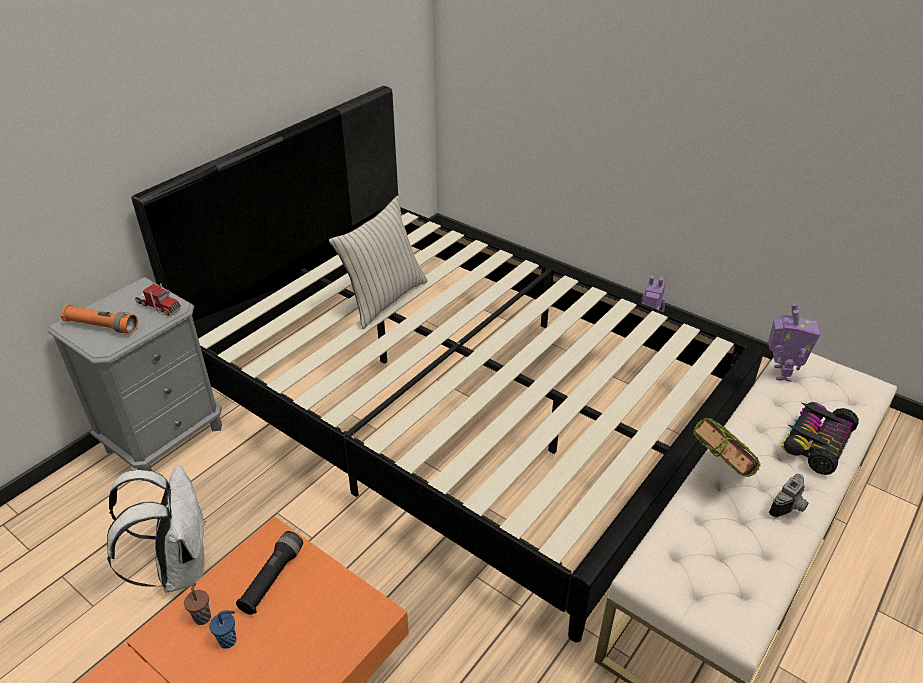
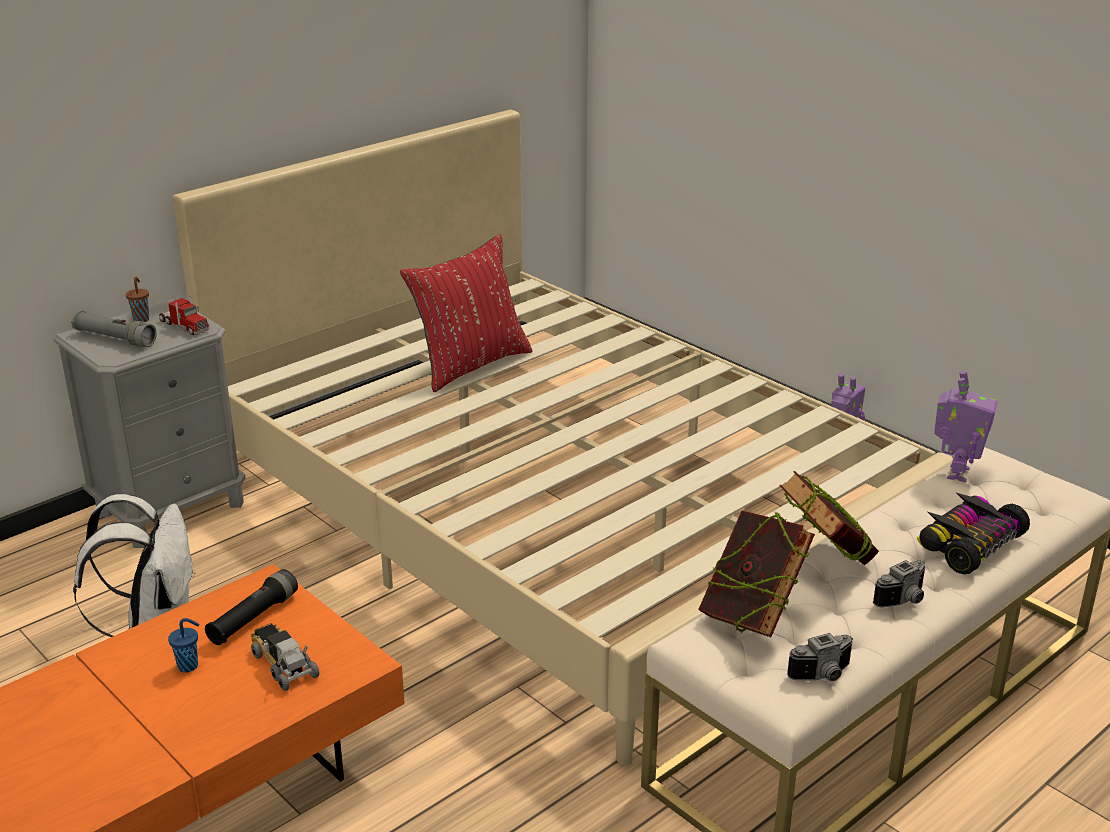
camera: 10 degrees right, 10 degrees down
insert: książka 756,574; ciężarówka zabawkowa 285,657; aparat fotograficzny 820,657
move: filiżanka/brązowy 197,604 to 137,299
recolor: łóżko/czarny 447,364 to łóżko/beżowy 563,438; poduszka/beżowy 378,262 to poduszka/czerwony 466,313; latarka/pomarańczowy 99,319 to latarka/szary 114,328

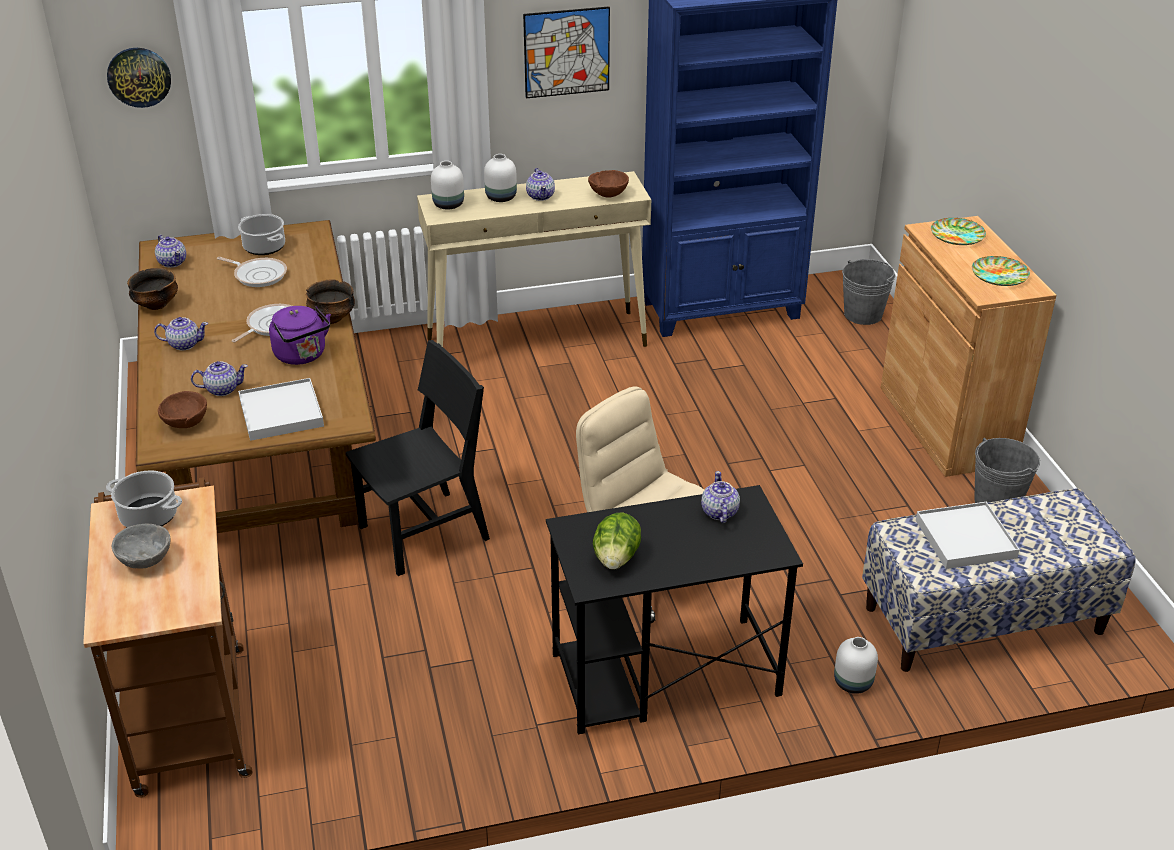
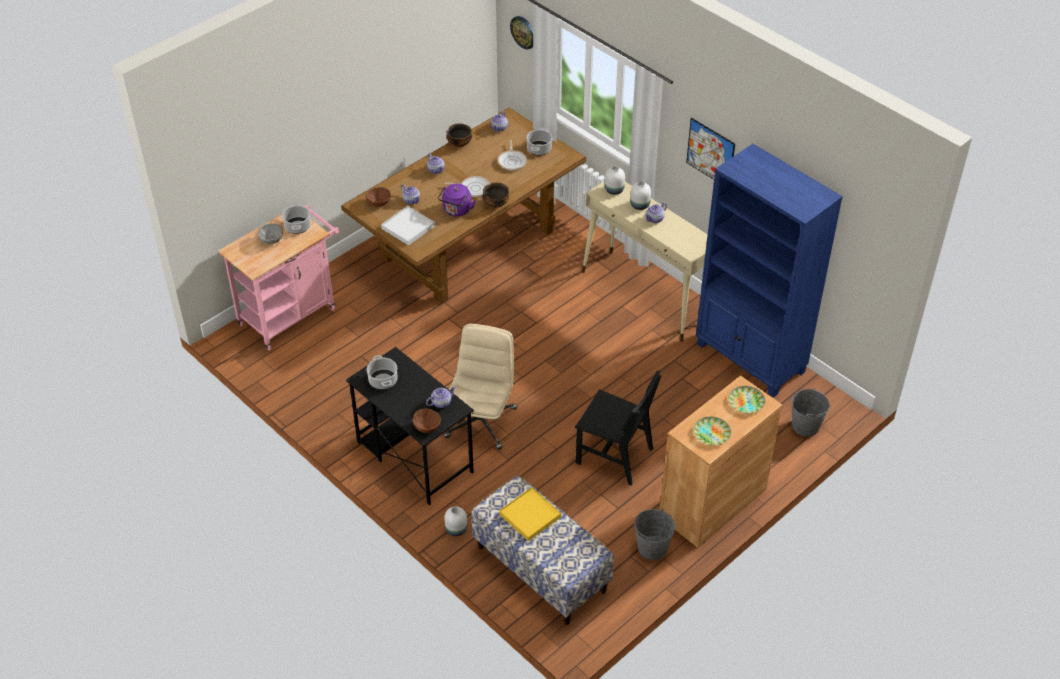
camera: 60 degrees right, 10 degrees up
move: miska/brązowy 608,184 to 426,421; krzesło/czarny 418,458 to 618,428
replace: sałata 616,541 to garnek 382,372
recolor: wózek/brązowy 167,637 to wózek/różowy 278,277; taca/biały 968,535 to taca/żółty 530,514

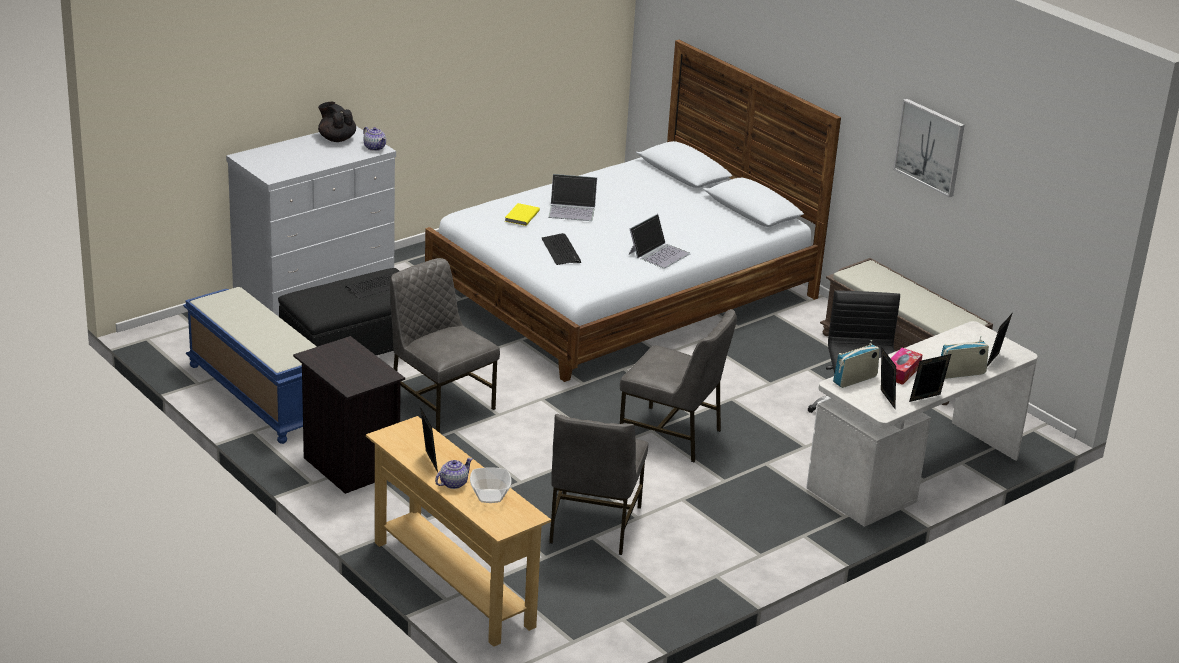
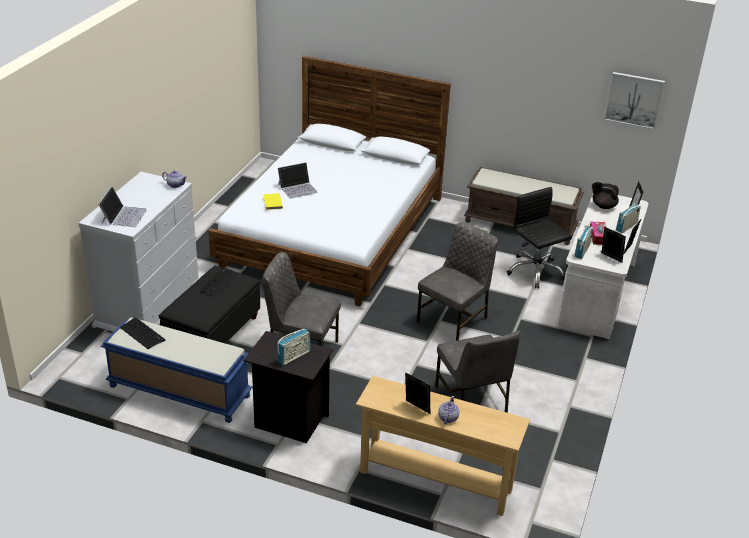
camera: 30 degrees left, 5 degrees up
delete: miska 491,485
insert: radio 294,347
move: obraz 929,148 to 634,101; imbryk/czarny 337,122 to 605,195; laptop 659,241 to 122,206; klawiatura 561,249 to 143,333
rotate: krzesło/szary 678,385 = 457,281 45 degrees counterclockwise

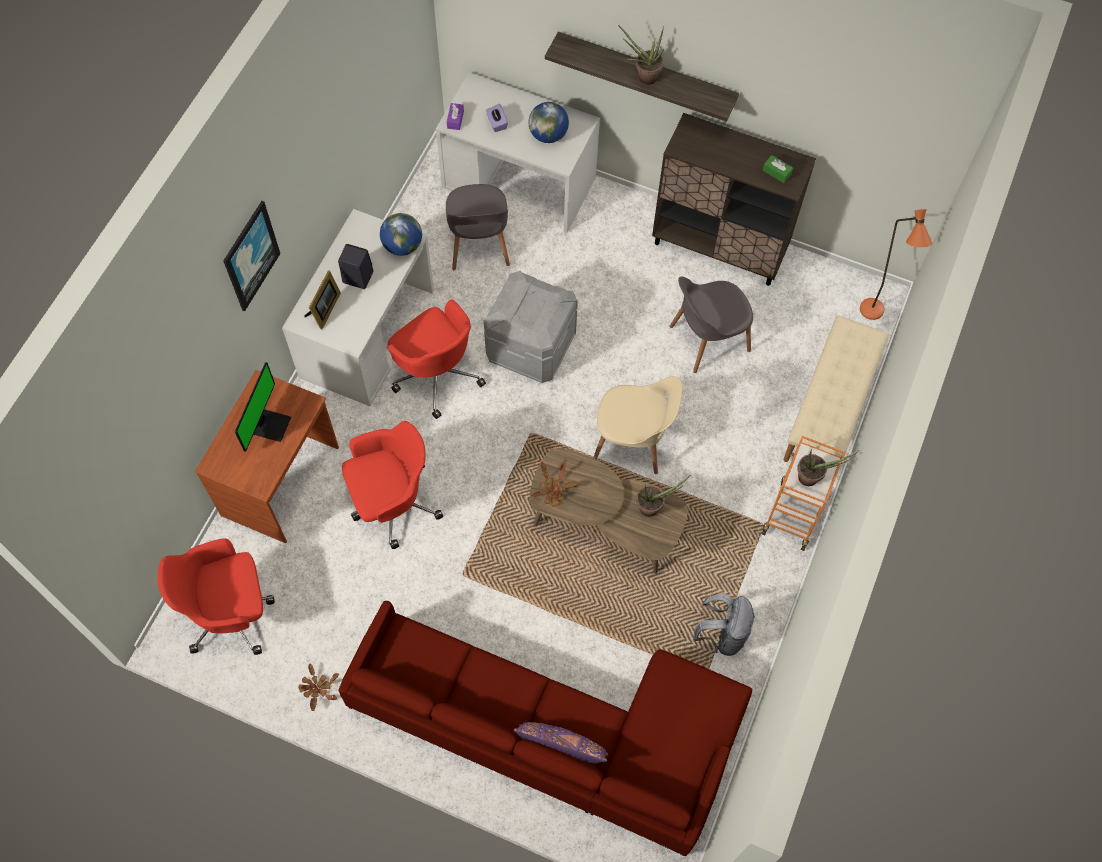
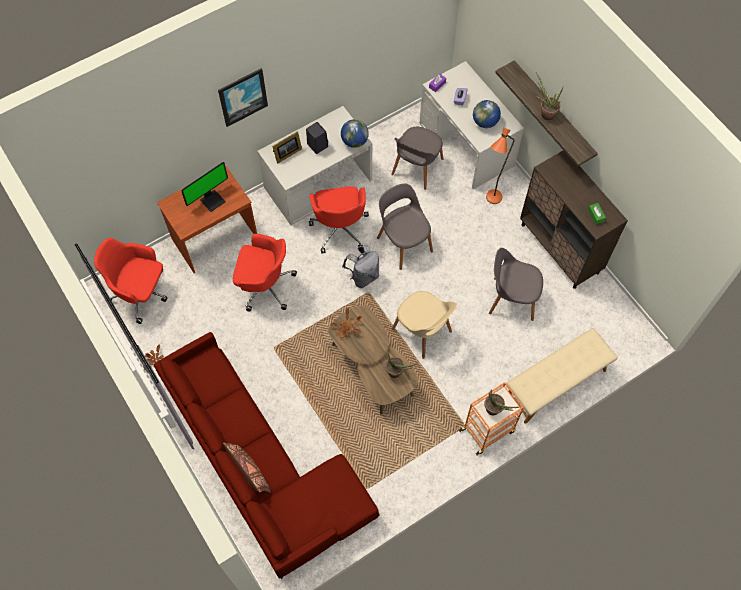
camera: 35 degrees right, 0 degrees up
move: lampa stojąca/pomarańczowy 896,264 to 500,166; plecak/szary 724,625 to 360,266
replace: pojemnik do przechowywania/szary 531,326 to krzesło/szary 405,226
recolor: poduszka/fioletowy 561,742 to poduszka/brązowy 246,467

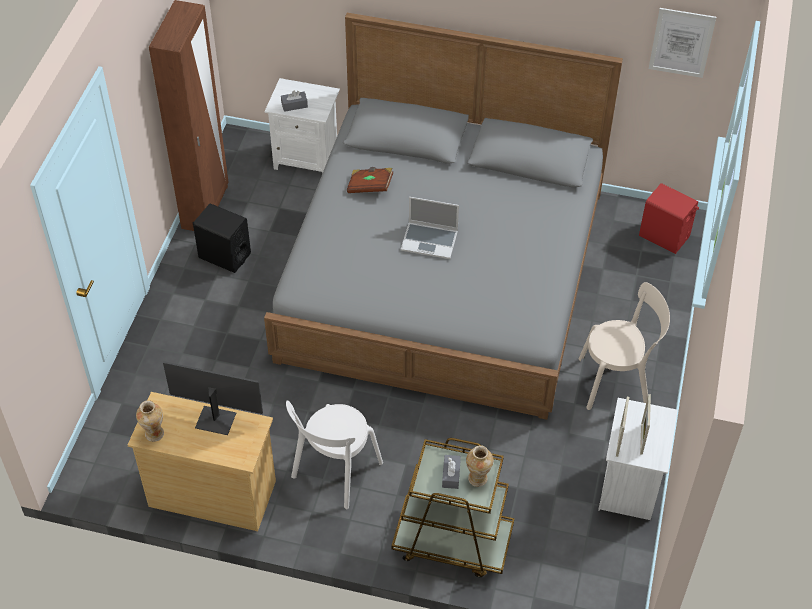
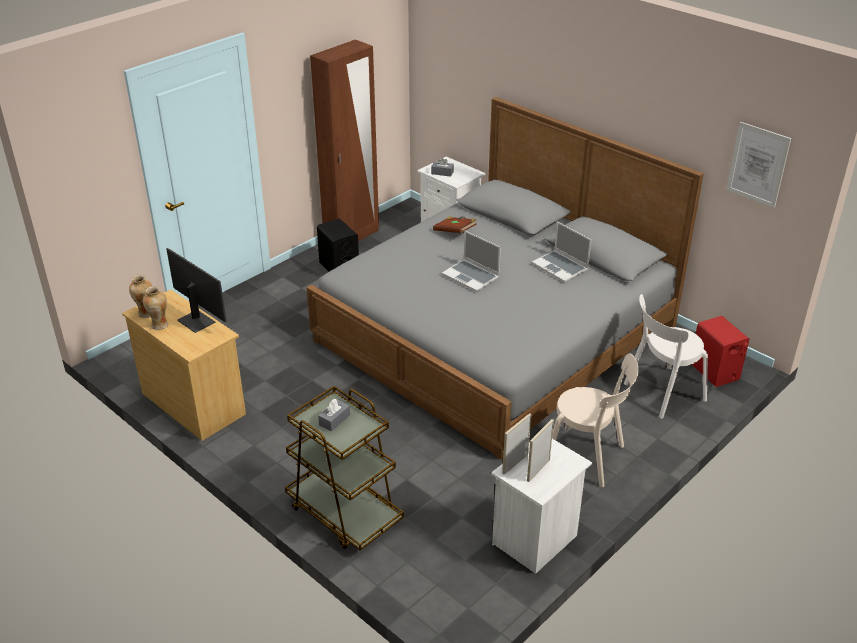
camera: 30 degrees right, 15 degrees down
insert: laptop 562,252
move: krzesło/biały 334,454 to 666,356; wazon 479,466 to 155,308

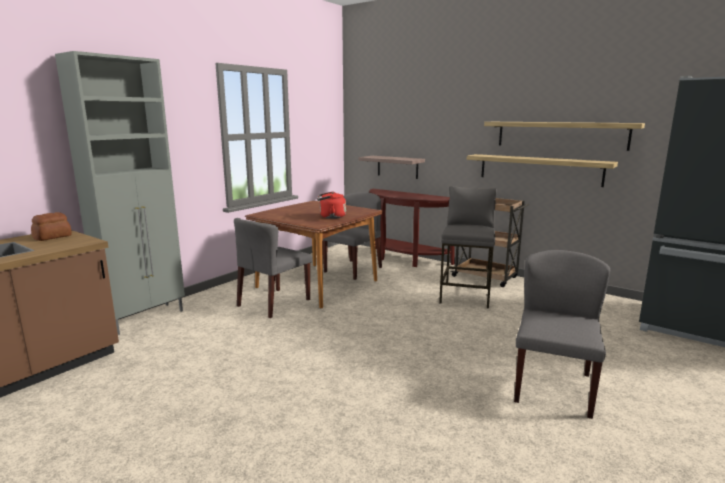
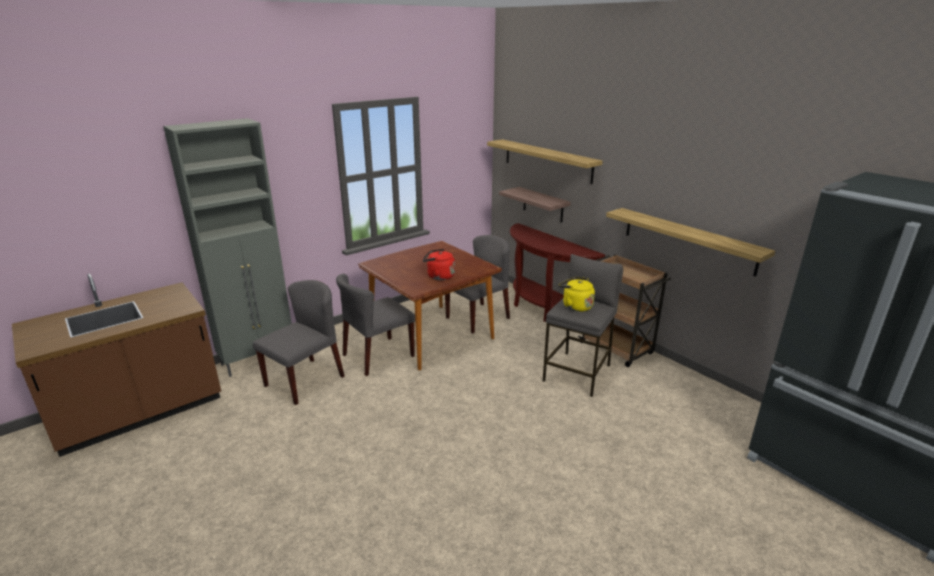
camera: 15 degrees right, 10 degrees up
delete: chleb 51,226
insert: czajnik/żółty 577,294
move: półka 564,136 to 545,161; krzesło/szary 562,334 to 299,342

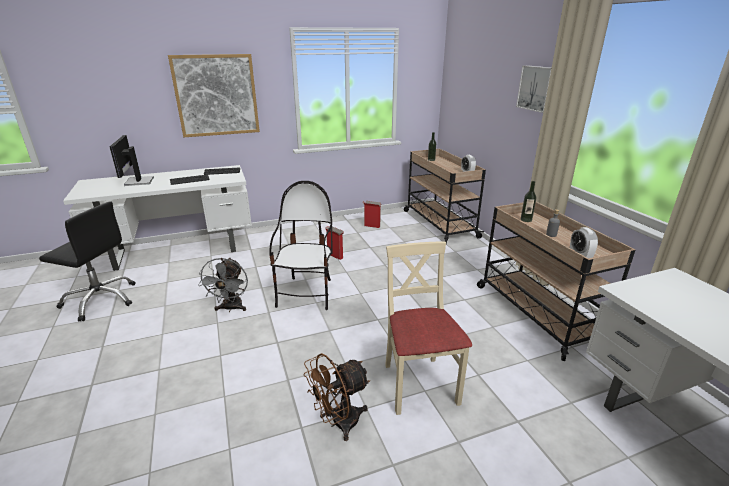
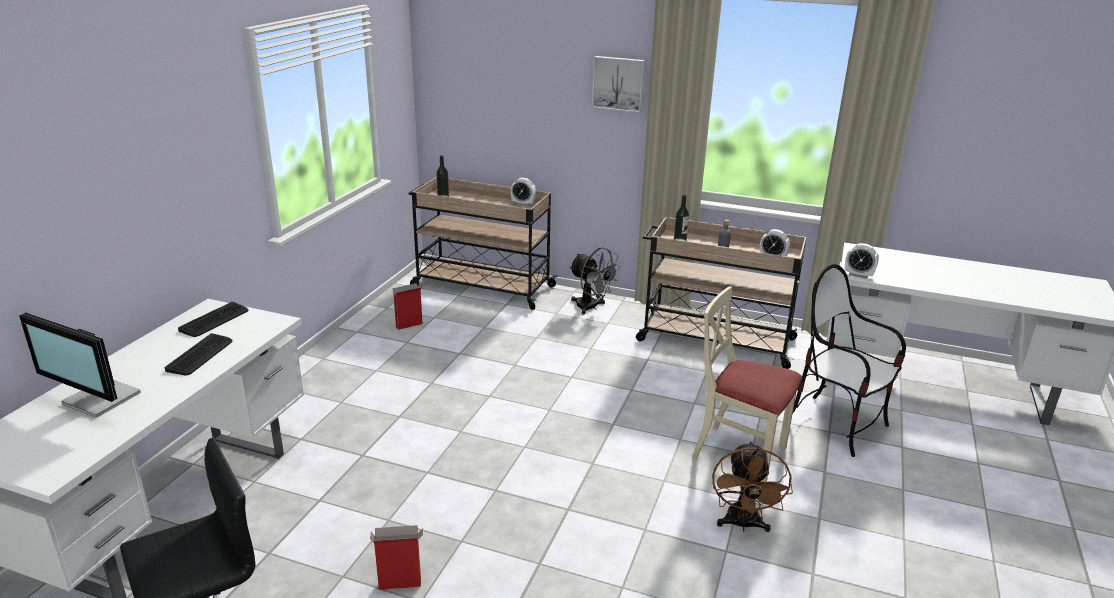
camera: 50 degrees left, 0 degrees up
delete: obraz 214,95
insert: budzik 862,261
move: krzesło 300,245 to 849,360; karton 334,243 to 396,557; wentylator/szary 223,285 to 595,281

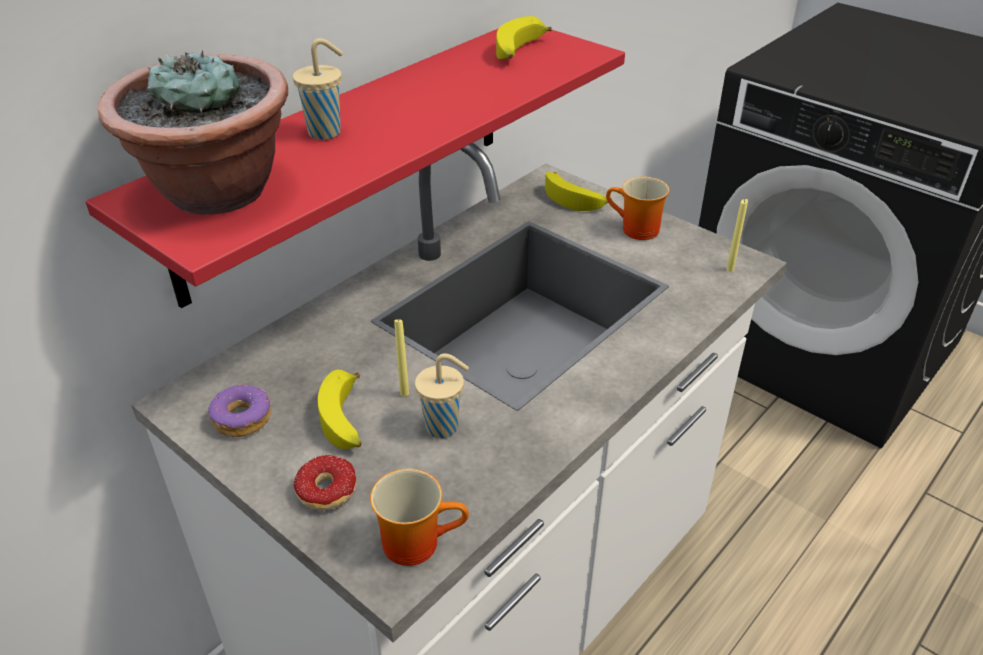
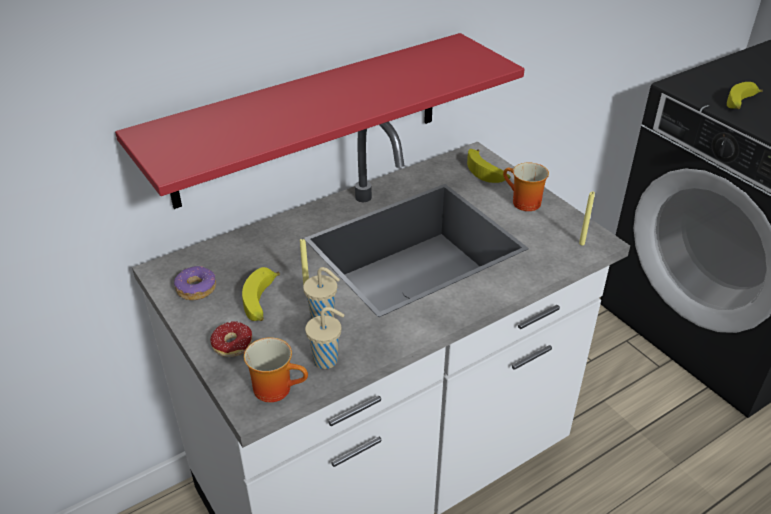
camera: 15 degrees right, 0 degrees up
delete: roślina doniczkowa 193,132
move: banan 524,37 to 745,95; filiżanka/beżowy 318,89 to 324,338

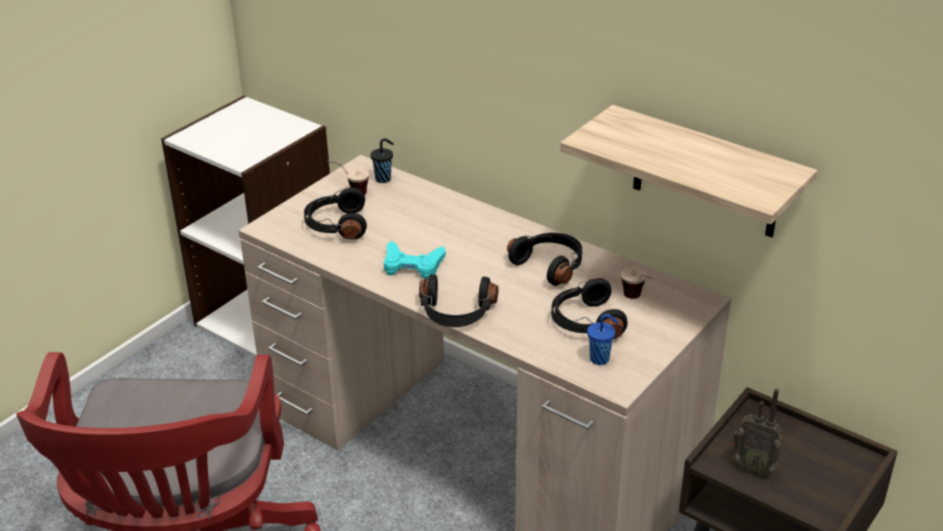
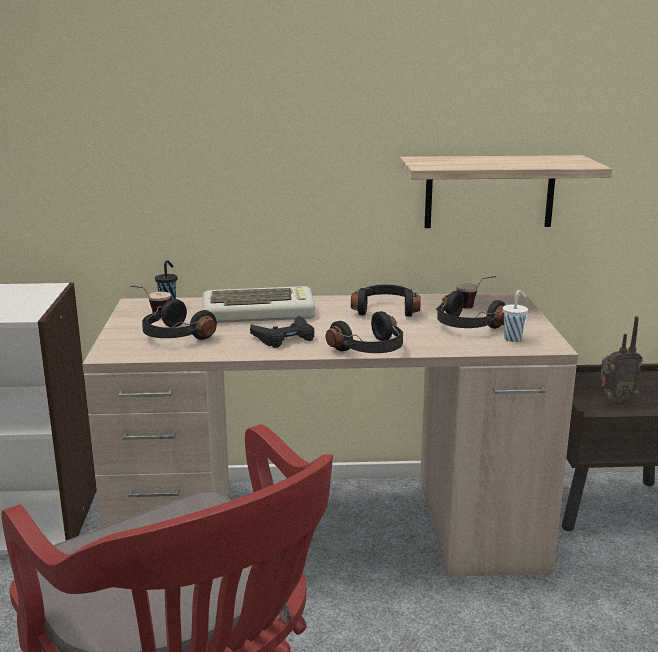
camera: 40 degrees left, 15 degrees down
insert: klawiatura 259,304
recolor: pad do gier/turkusowy 415,260 to pad do gier/czarny 282,332; filiżanka/niebieski 603,339 to filiżanka/biały 515,316

